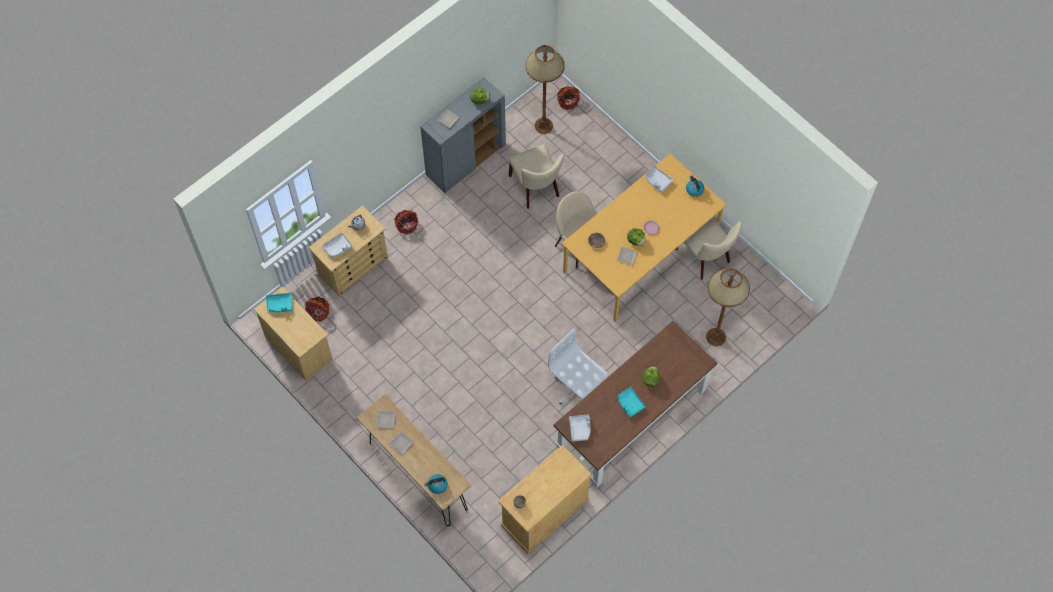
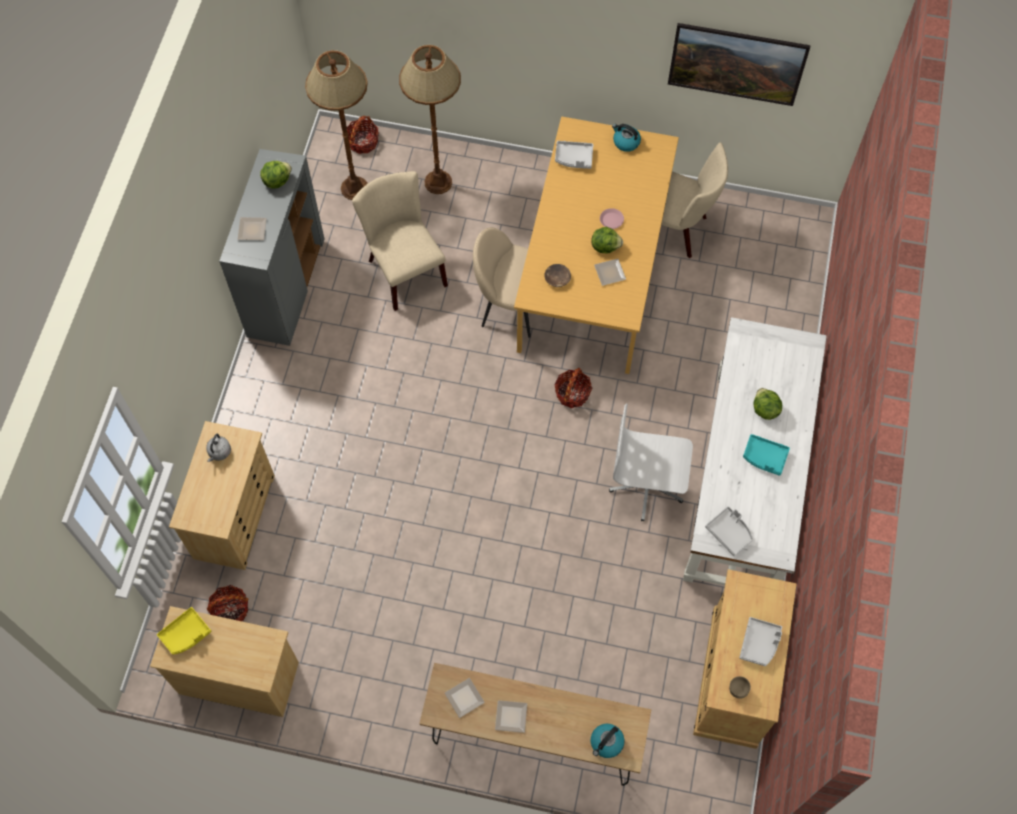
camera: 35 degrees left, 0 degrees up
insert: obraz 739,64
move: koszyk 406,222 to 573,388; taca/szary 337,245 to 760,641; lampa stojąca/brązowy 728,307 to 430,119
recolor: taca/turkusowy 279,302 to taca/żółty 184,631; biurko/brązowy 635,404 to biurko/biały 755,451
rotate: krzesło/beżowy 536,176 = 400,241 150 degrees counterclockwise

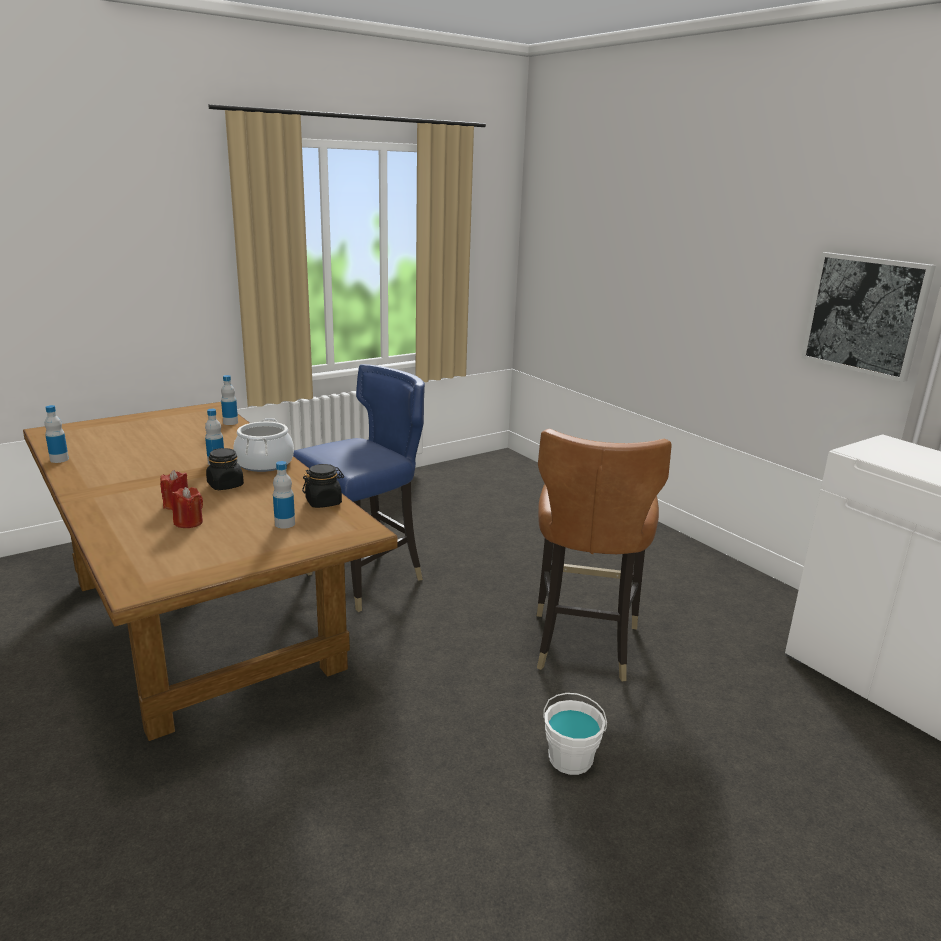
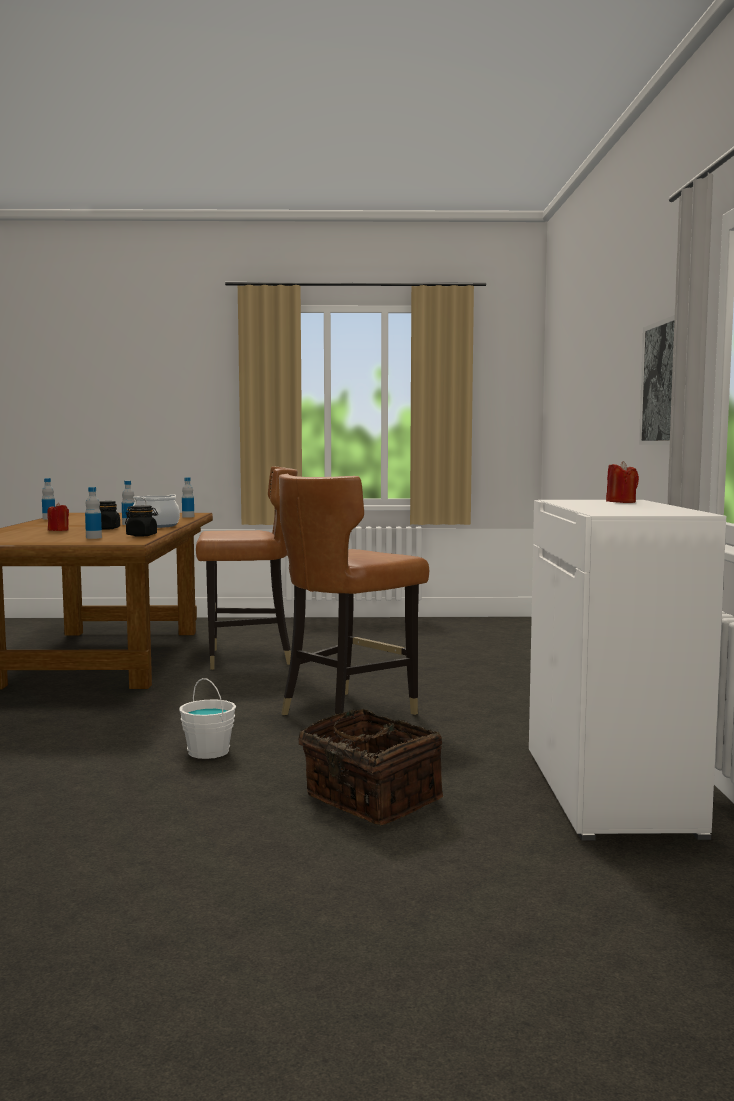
camera: 35 degrees right, 15 degrees down
insert: koszyk 371,767
move: świeca/czerwony 187,507 to 622,482
recolor: krzesło/niebieski 359,488 to krzesło/brązowy 247,568

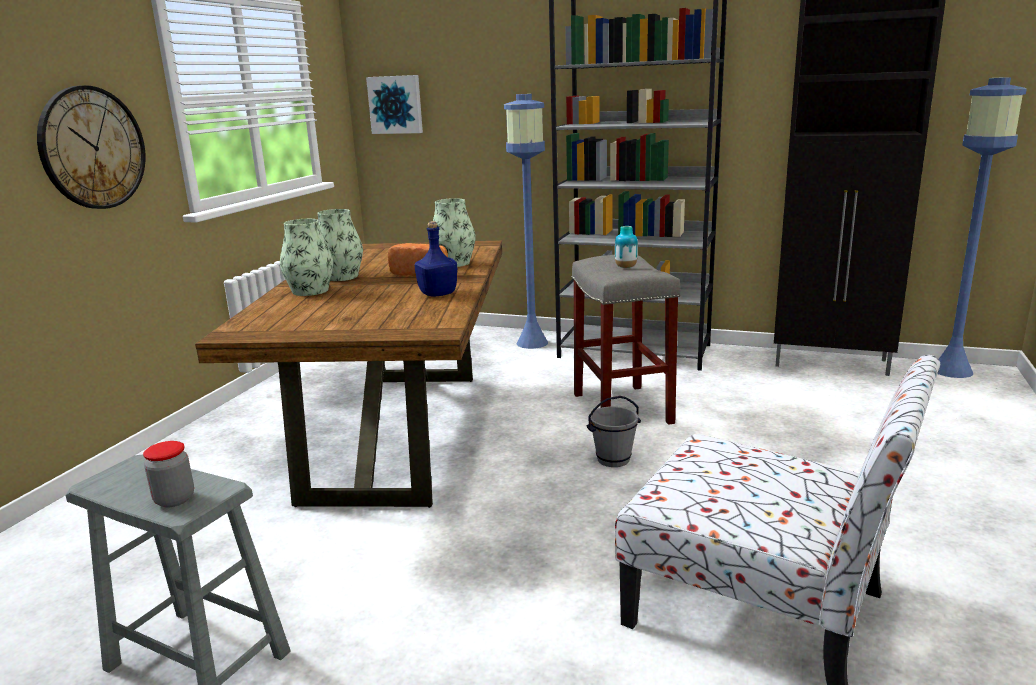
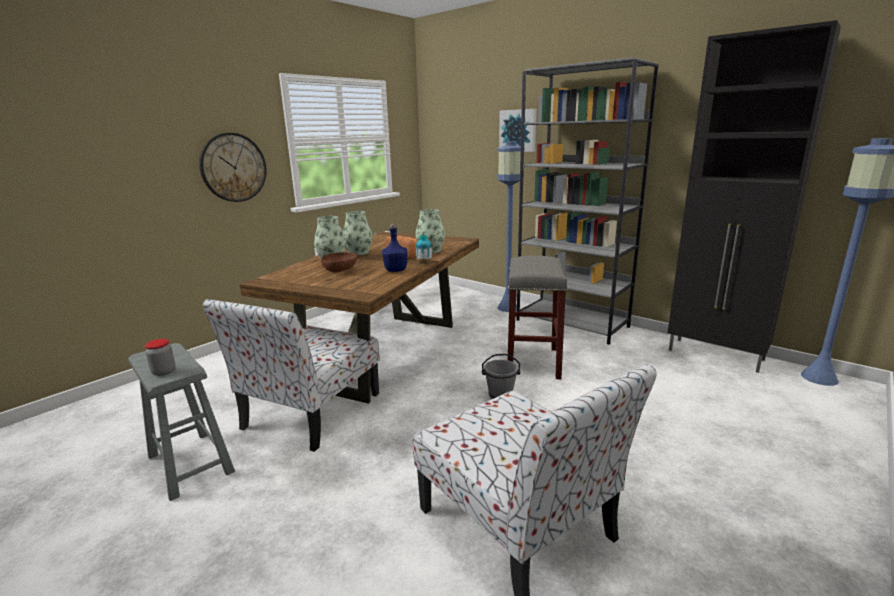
camera: 20 degrees right, 0 degrees up
insert: miska/brązowy 339,262; krzesło 291,375
move: obraz 394,104 to 518,130; wazon 626,247 to 424,249

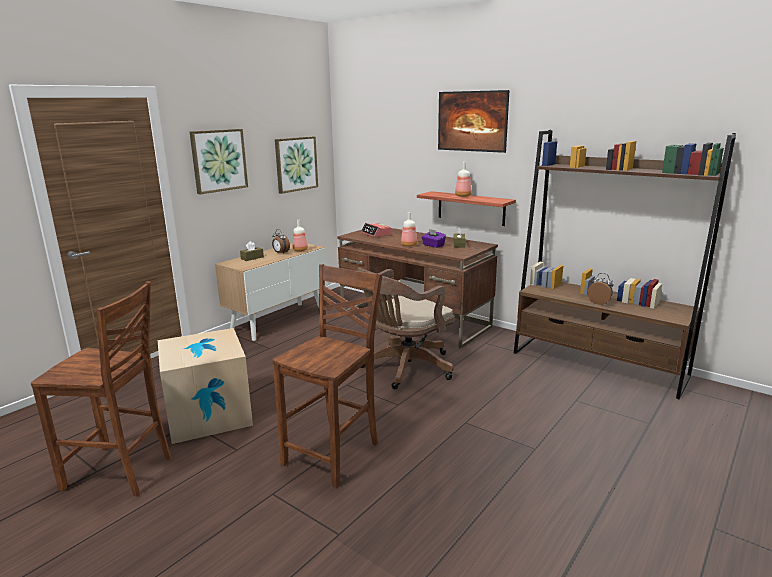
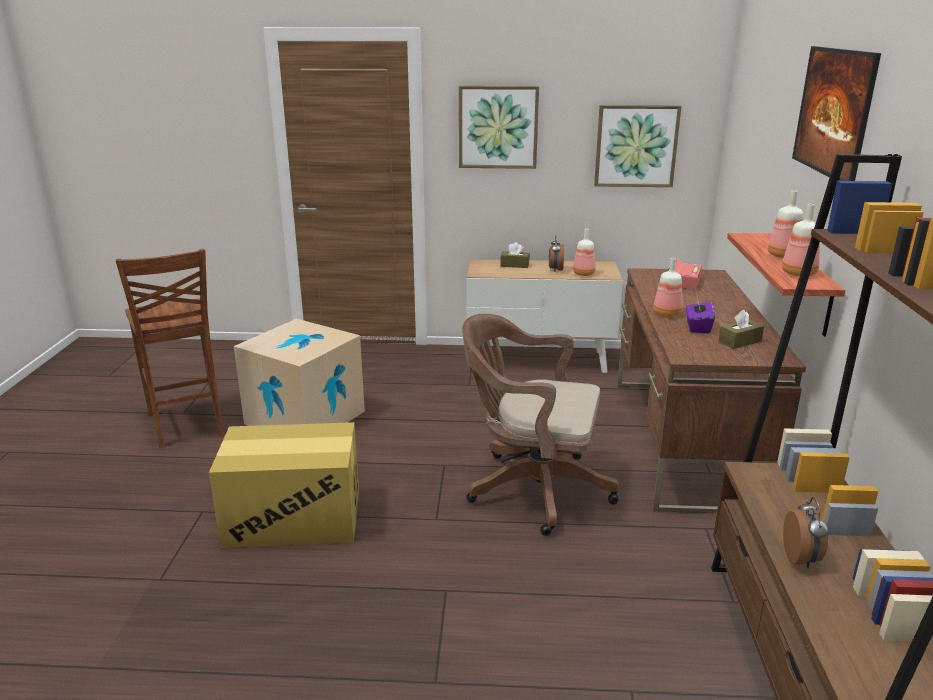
camera: 55 degrees right, 5 degrees up
insert: butelka 801,240
replace: krzesło/brązowy 327,376 to karton 284,485

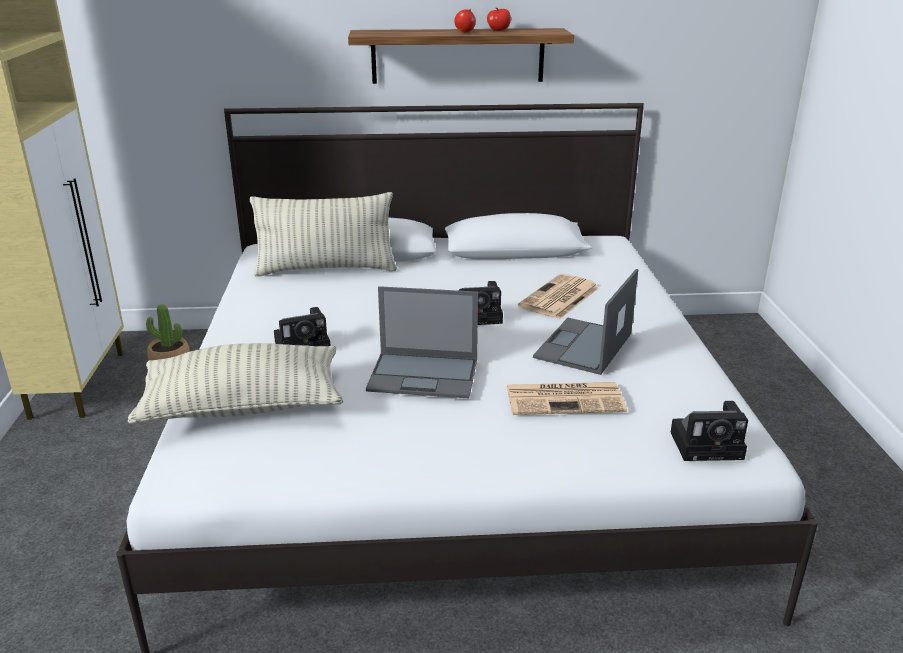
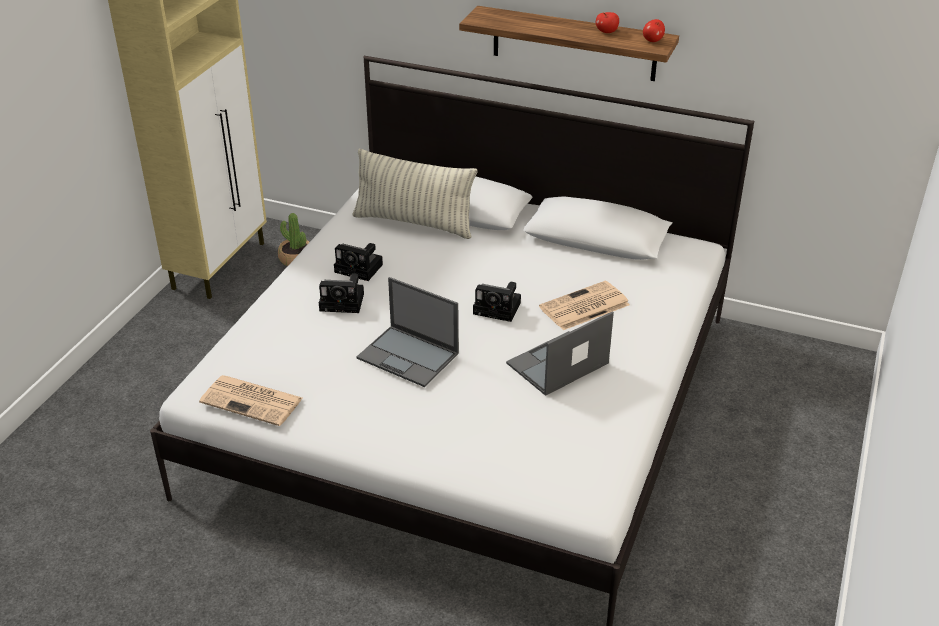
camera: 25 degrees right, 10 degrees up
delete: poduszka 235,383
move: jabłko 465,20 to 654,30; gazeta 567,398 to 251,400; aparat fotograficzny 709,431 to 358,262

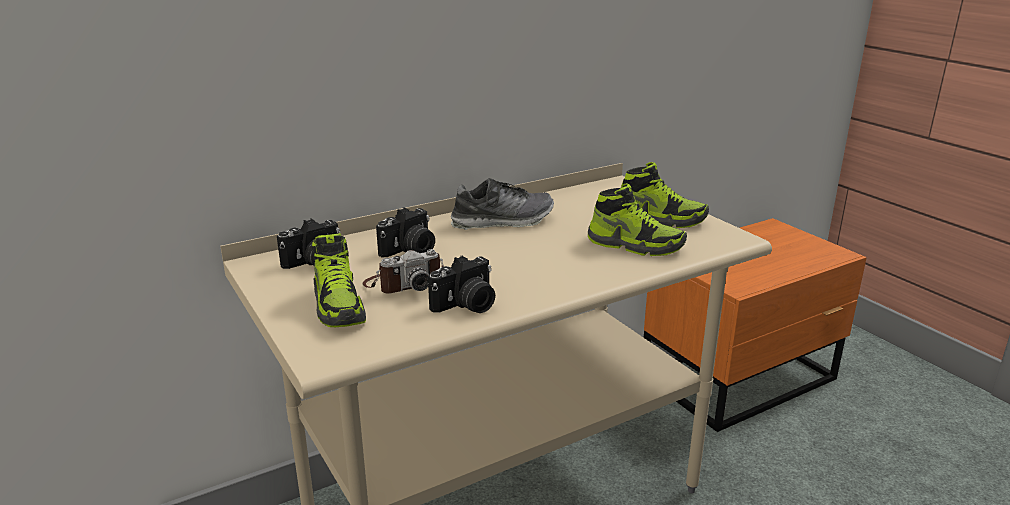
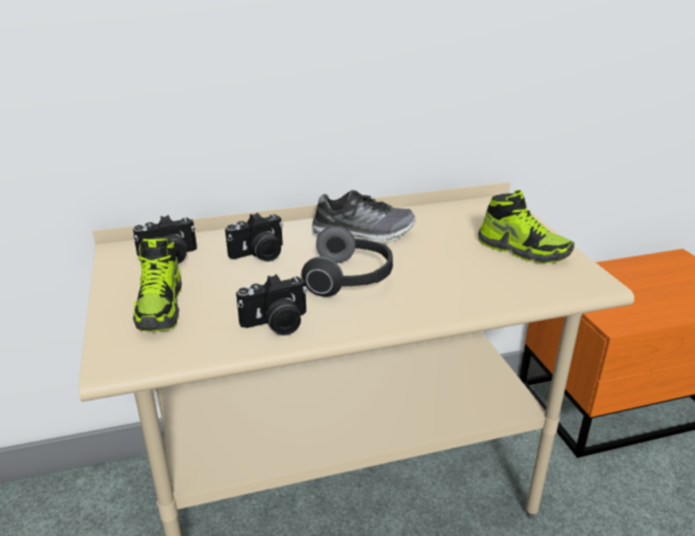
camera: 15 degrees right, 5 degrees up
delete: but 637,219; aparat fotograficzny 403,271
insert: słuchawki 347,261

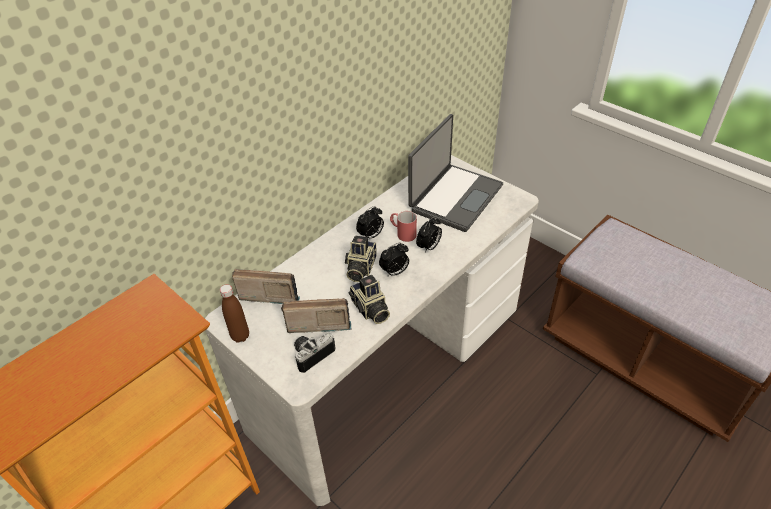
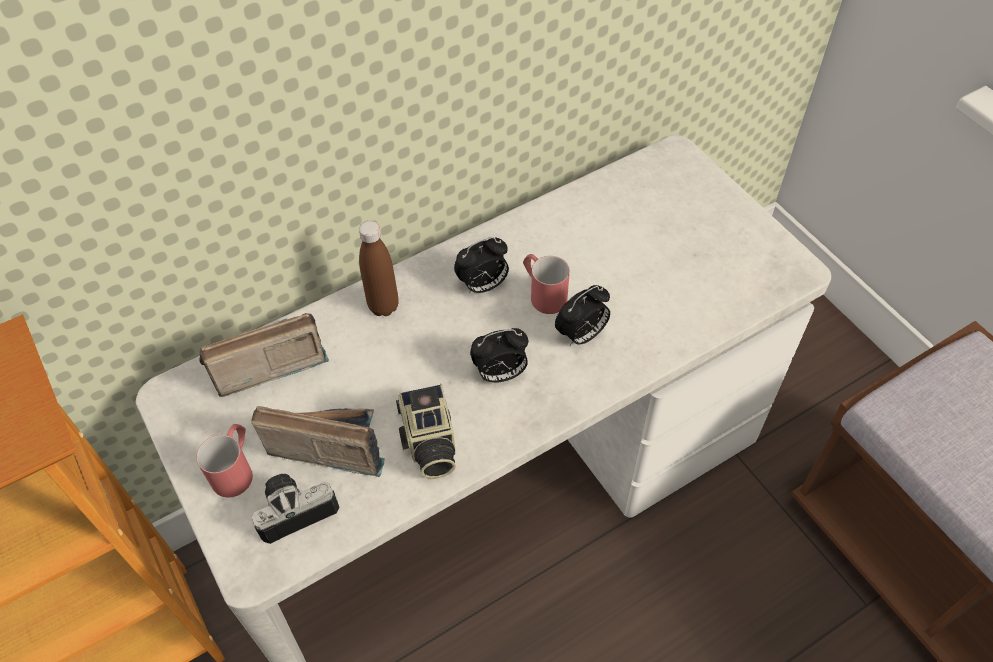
camera: 15 degrees right, 10 degrees up
delete: laptop 455,173; aparat fotograficzny 361,258
insert: kubek/czerwony 224,460
move: butelka/brązowy 234,314 to 379,268
rotate: radio 266,286 = 264,355 45 degrees counterclockwise

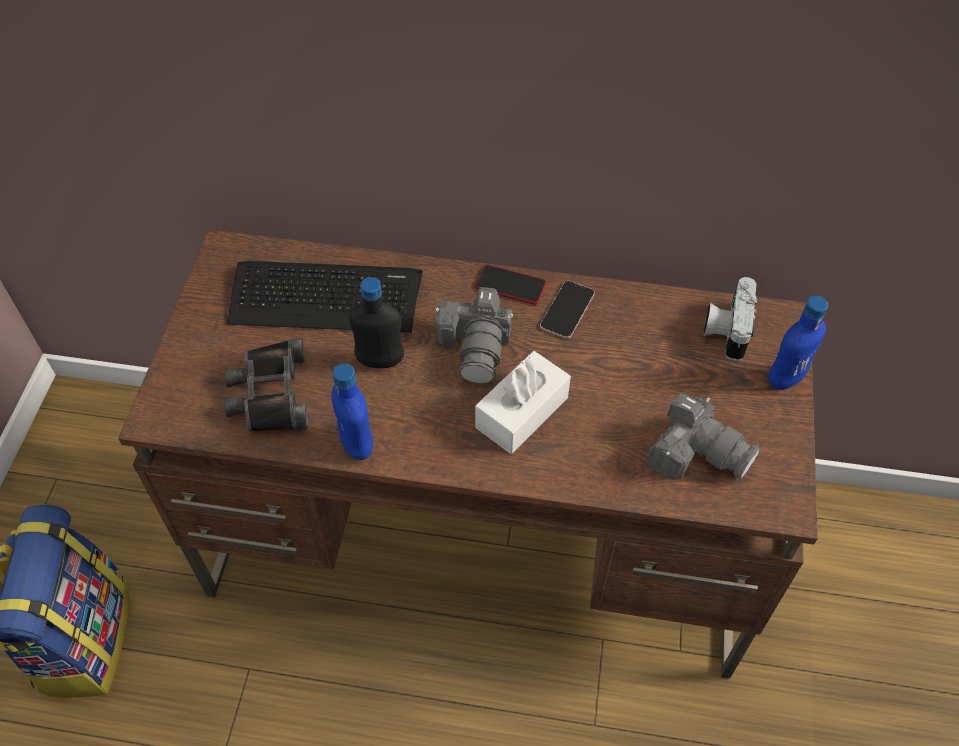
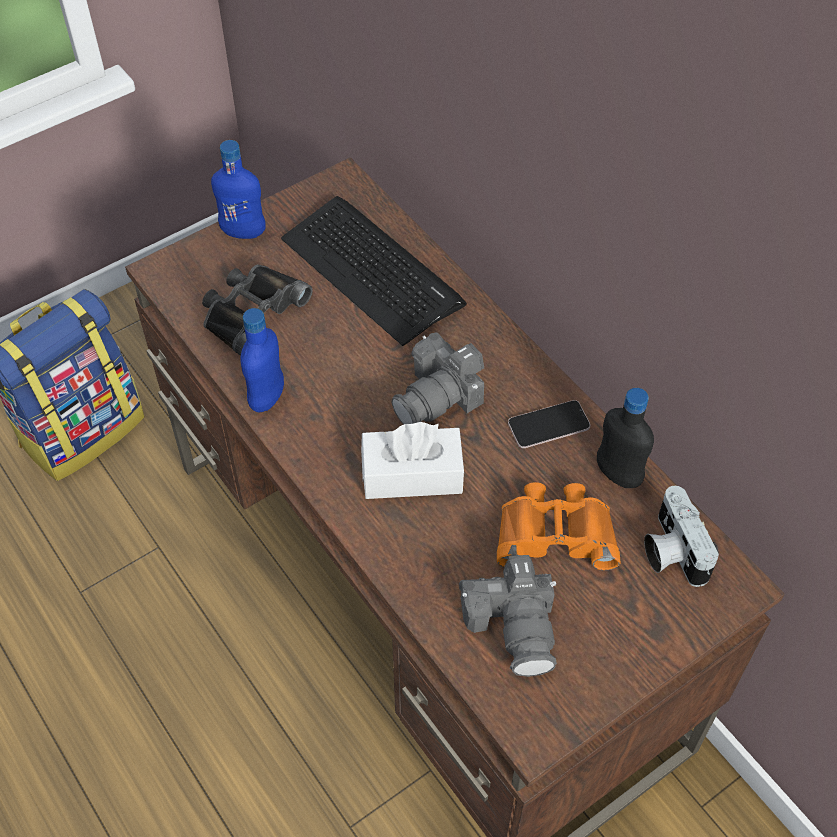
camera: 45 degrees right, 0 degrees up
delete: telefon 510,285
insert: lornetka/pomarańczowy 558,526
move: butelka/czarny 376,322 to 625,438; butelka/niebieski 798,343 to 238,189
rotate: aparat fotograficzny 730,319 = 681,536 75 degrees counterclockwise

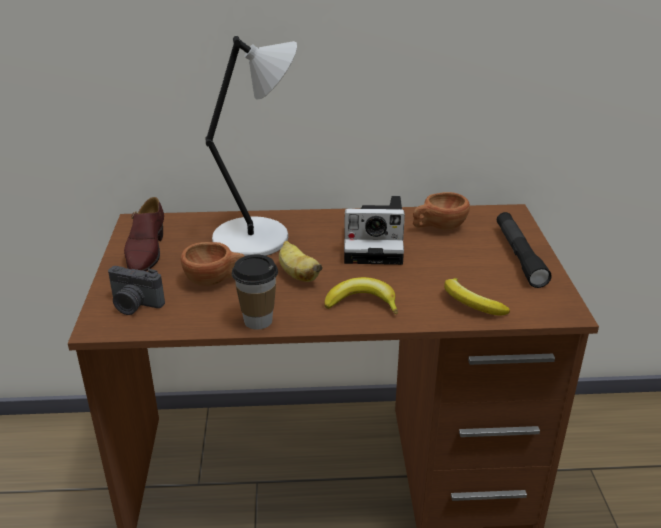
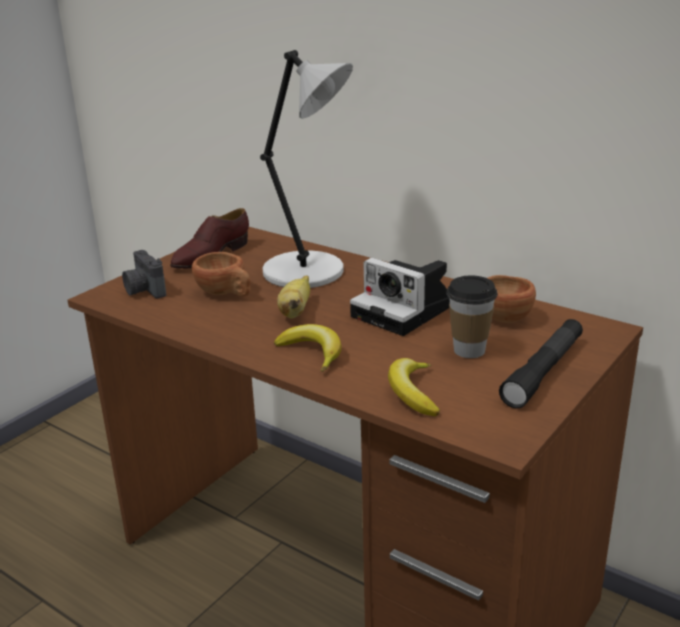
camera: 40 degrees right, 5 degrees down
move: filiżanka 255,292 to 472,316

